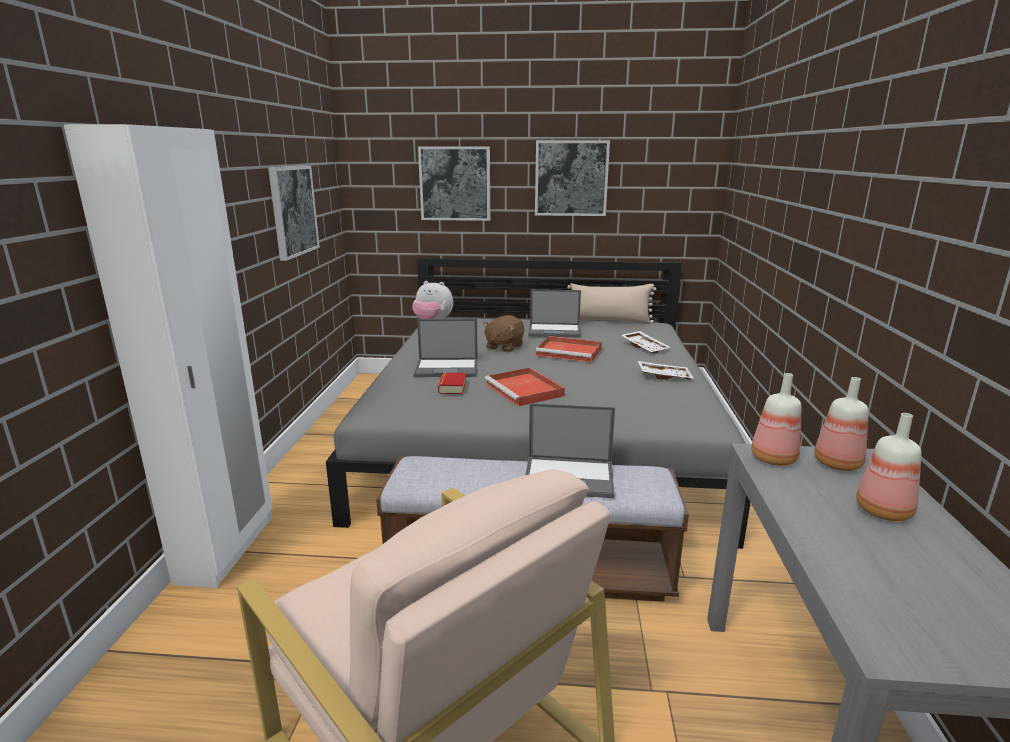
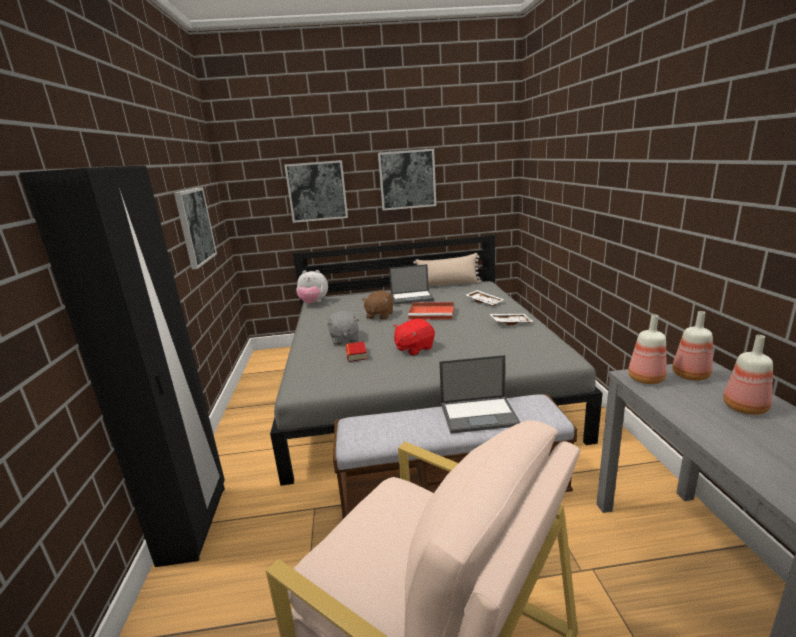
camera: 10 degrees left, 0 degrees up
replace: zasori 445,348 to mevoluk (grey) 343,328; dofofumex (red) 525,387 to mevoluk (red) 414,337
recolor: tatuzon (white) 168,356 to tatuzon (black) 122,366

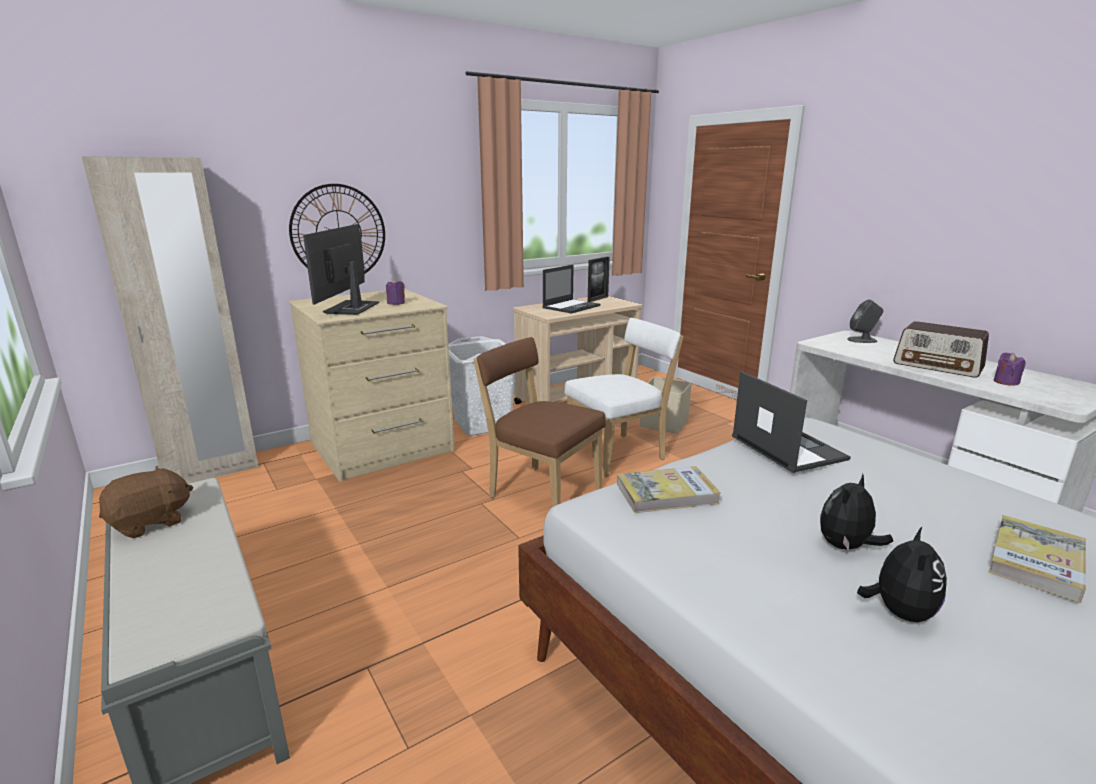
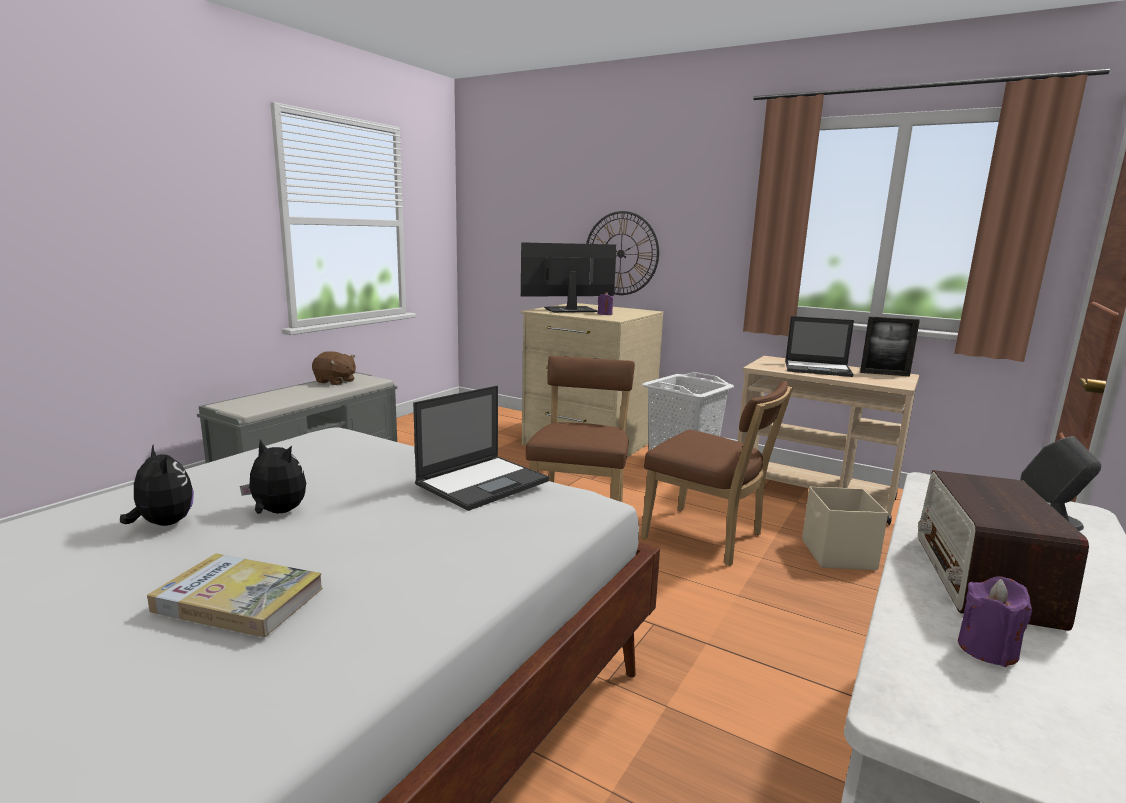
camera: 65 degrees right, 5 degrees down
delete: tatuzon (beige) 170,320; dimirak 669,489
recolor: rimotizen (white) 623,398 to rimotizen (brown) 717,473
rotate: mevoluk 902,574 = 157,485 135 degrees counterclockwise

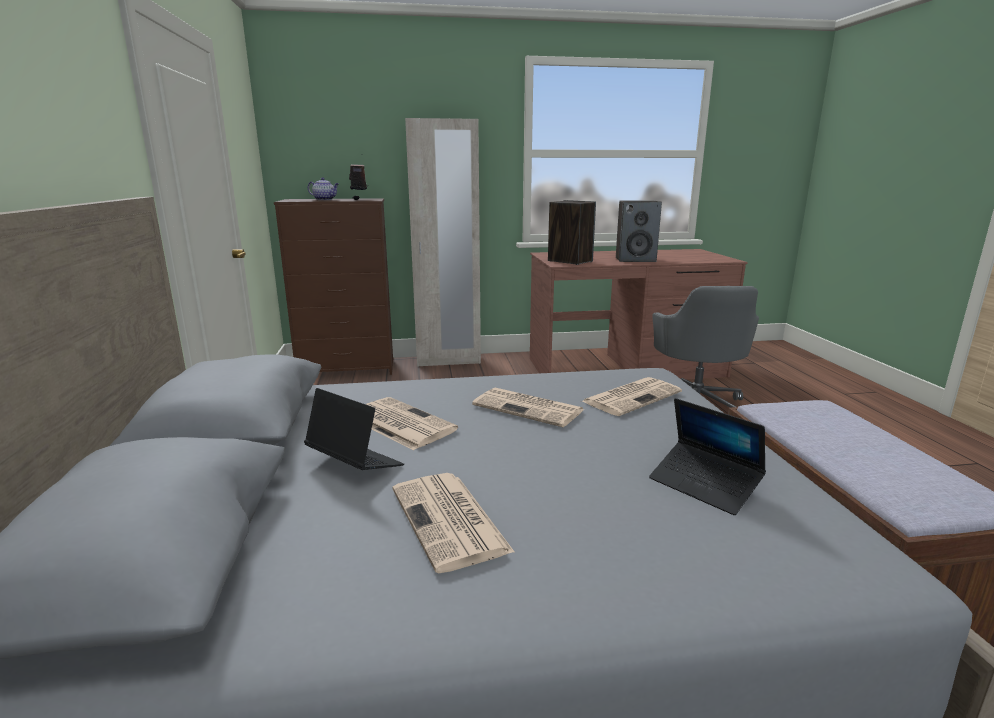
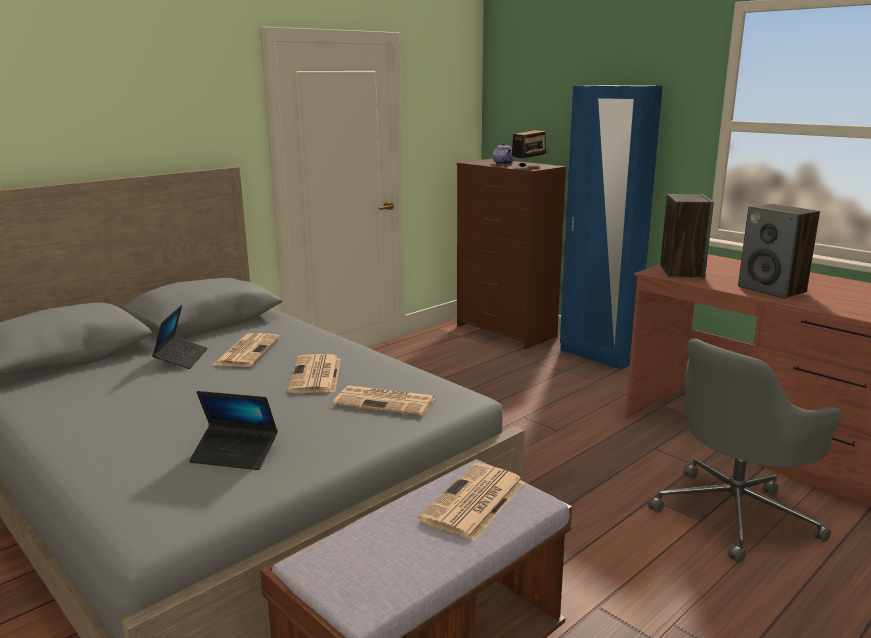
camera: 55 degrees right, 0 degrees up
move: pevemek 453,523 to 471,502
recolor: tatuzon (beige) 443,242 to tatuzon (blue) 611,227
rotate: zasori 707,456 = 233,430 90 degrees counterclockwise

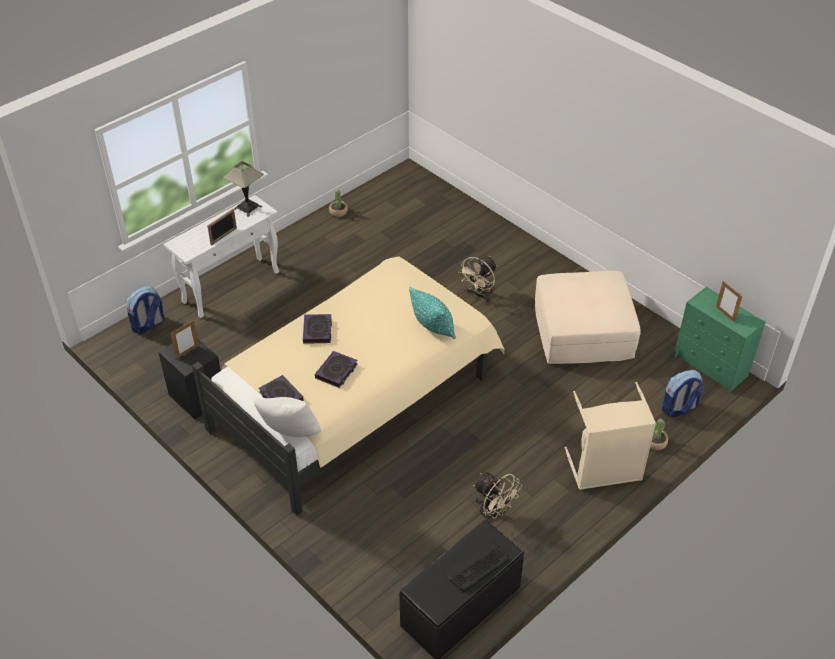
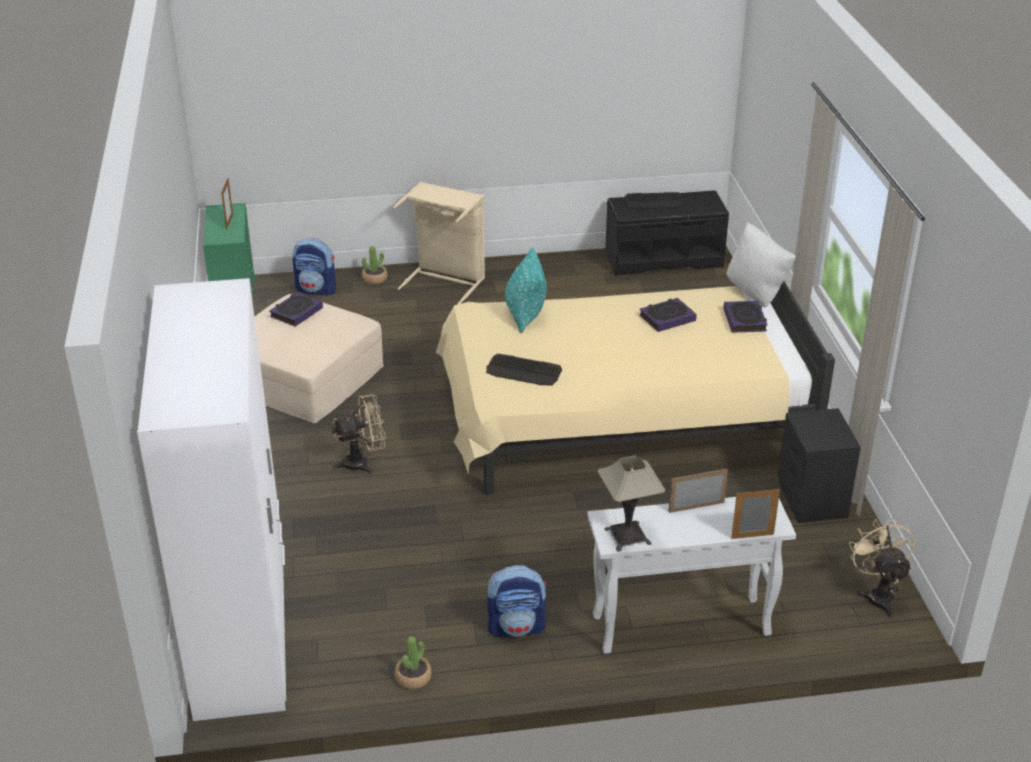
camera: 145 degrees left, 10 degrees down
insert: tatuzon (white) 211,499; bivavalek 524,369
move: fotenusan 146,310 to 517,601; dimirak 317,329 to 296,309; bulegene 185,339 to 755,514; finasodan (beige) 497,496 to 882,567

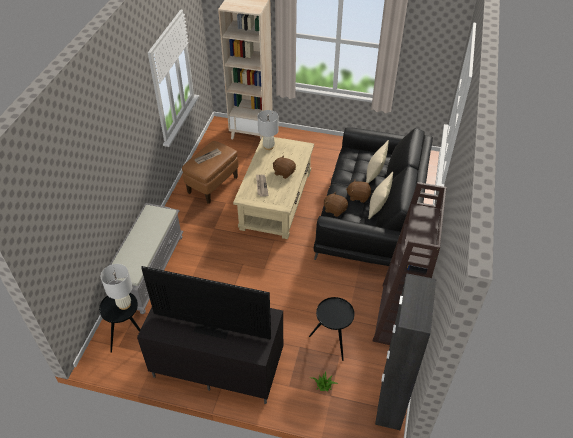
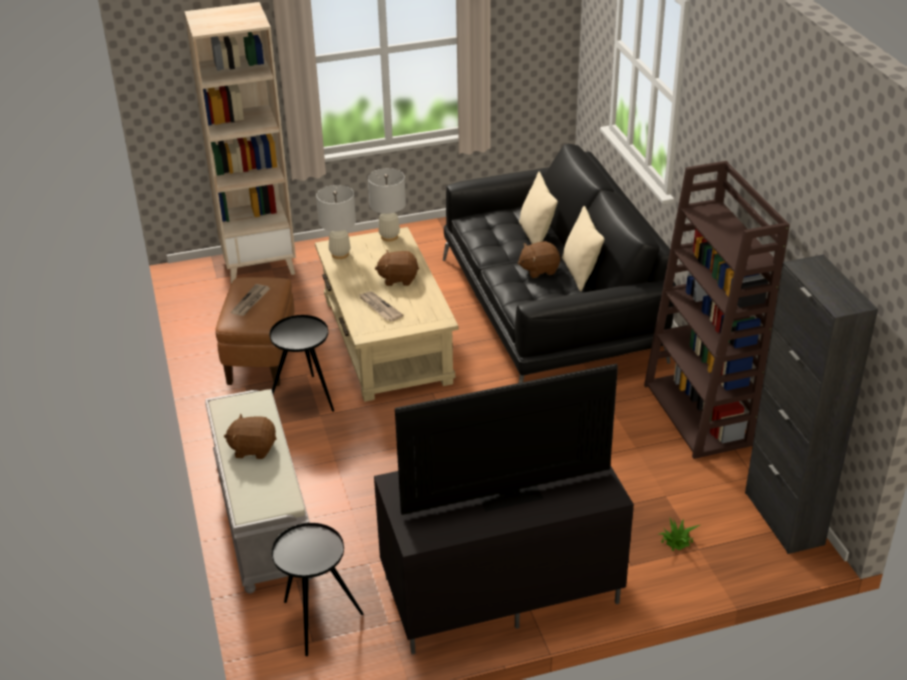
camera: 30 degrees left, 10 degrees down
move: mevoluk (brown) 336,204 to 250,436; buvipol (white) 117,287 to 387,205; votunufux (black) 332,329 to 301,363

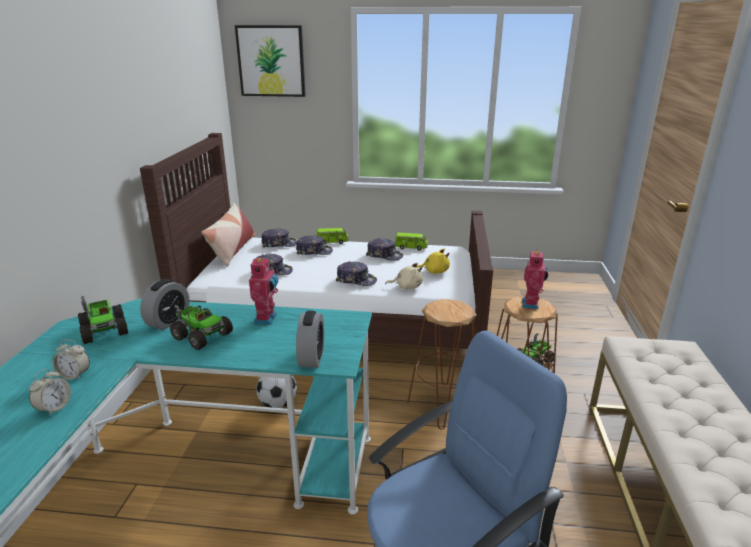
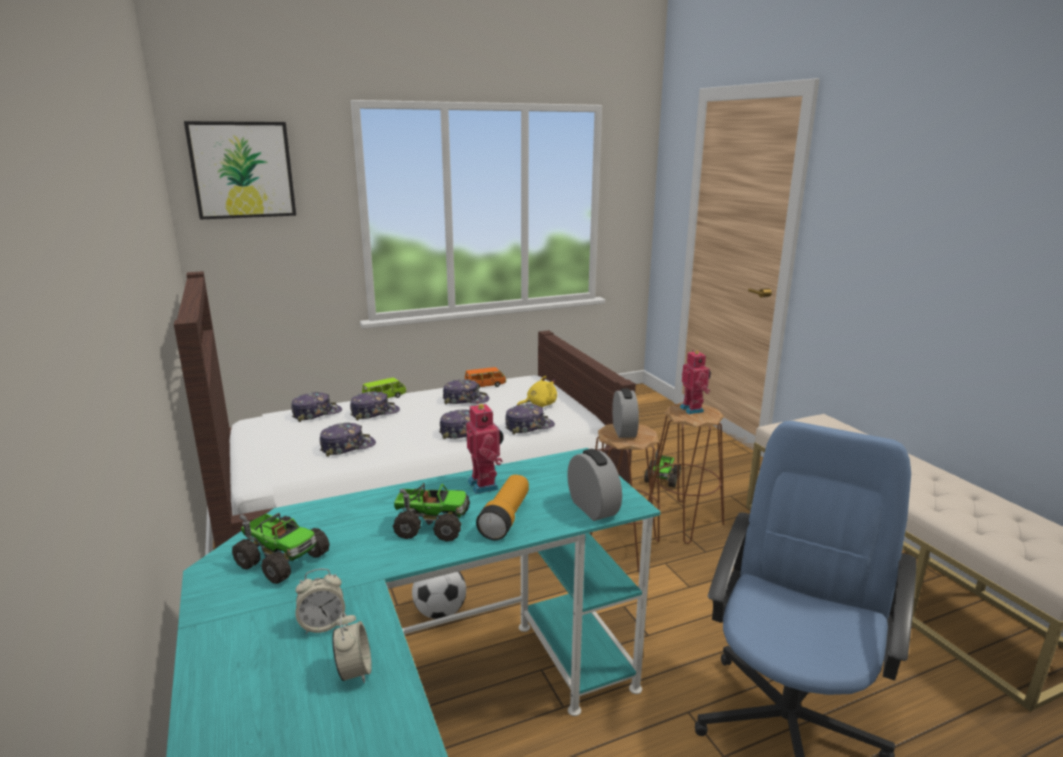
camera: 30 degrees left, 5 degrees down
delete: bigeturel 229,234
insert: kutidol 502,507
move: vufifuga 165,304 to 625,413
replace: mevoluk (beige) 404,276 to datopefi 530,419
recolor: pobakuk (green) 411,241 to pobakuk (orange) 486,378

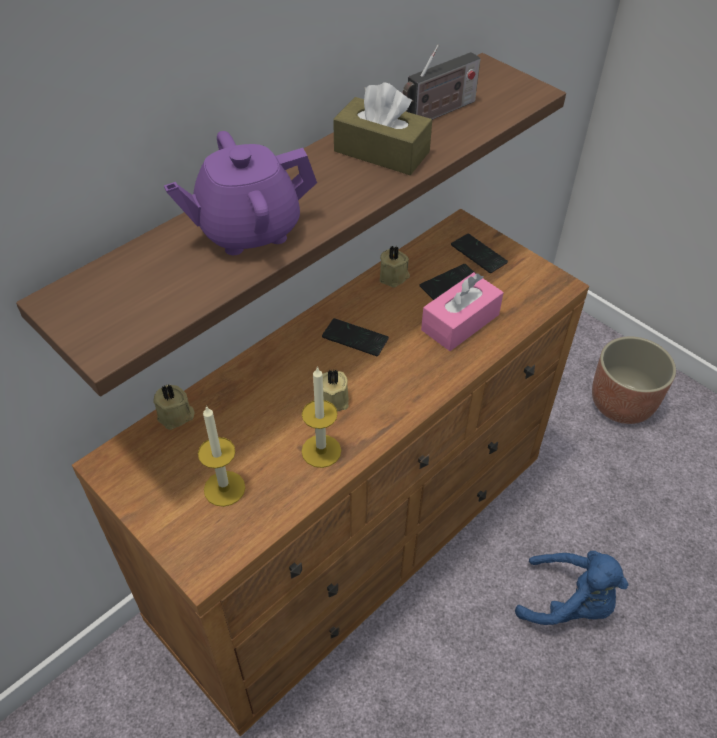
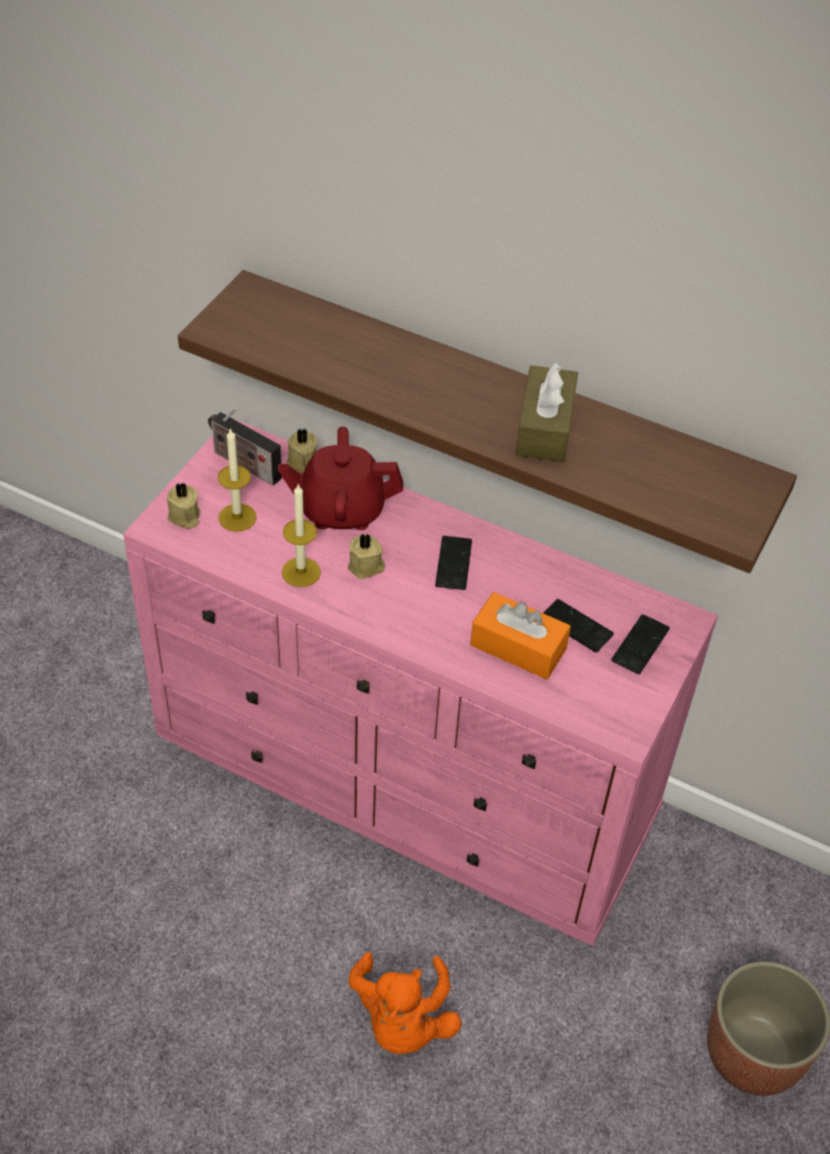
camera: 70 degrees right, 0 degrees up
delete: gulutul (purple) 240,193
insert: gulutul (red) 341,478
move: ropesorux 442,82 to 245,447; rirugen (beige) 395,267 to 184,505
recolor: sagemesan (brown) 330,473 to sagemesan (pink) 420,682; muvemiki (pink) 462,311 to muvemiki (orange) 520,636; mevoluk (blue) 572,588 to mevoluk (orange) 405,1003

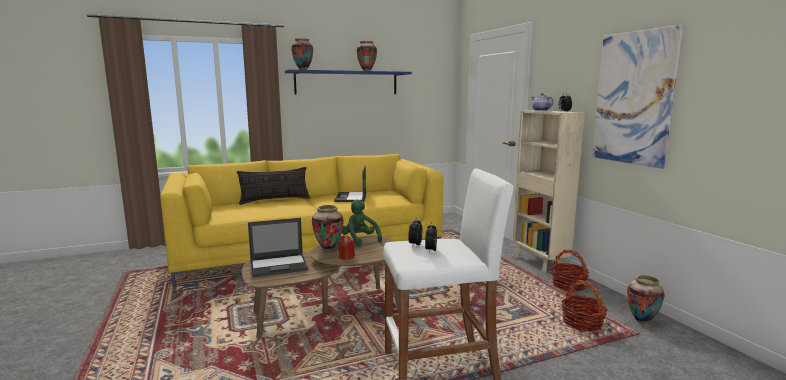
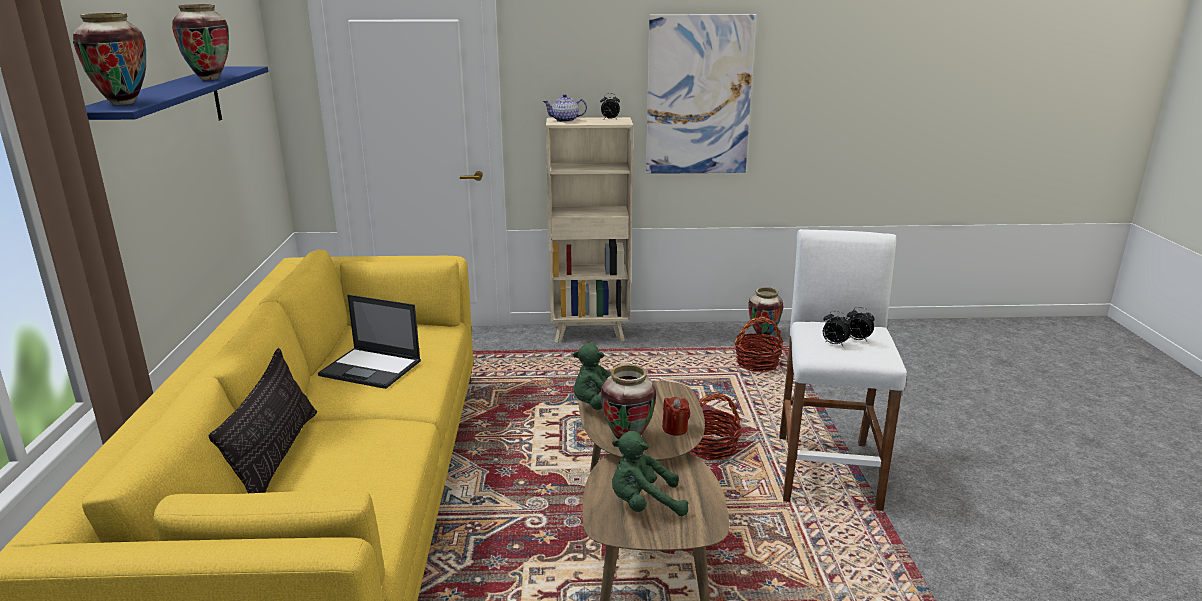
camera: 70 degrees left, 10 degrees up
move: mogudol 570,271 to 716,427
replace: zasori 278,247 to mevoluk (green) 650,473

